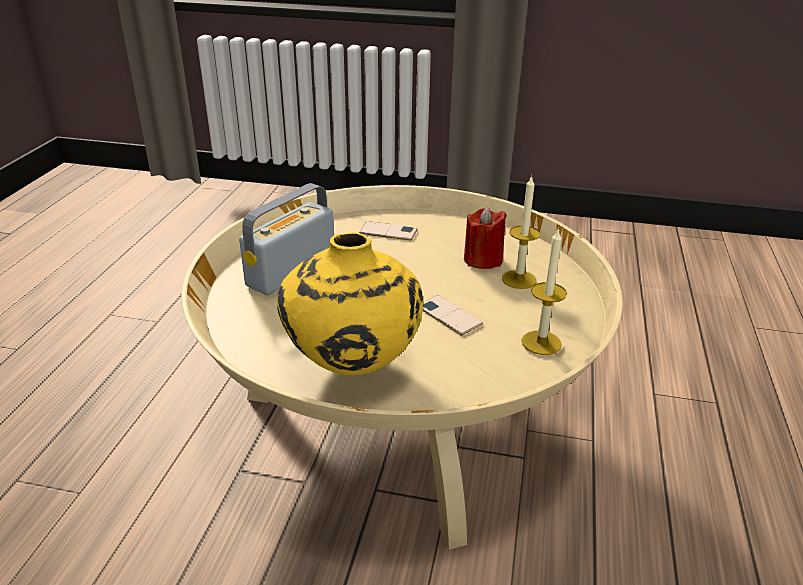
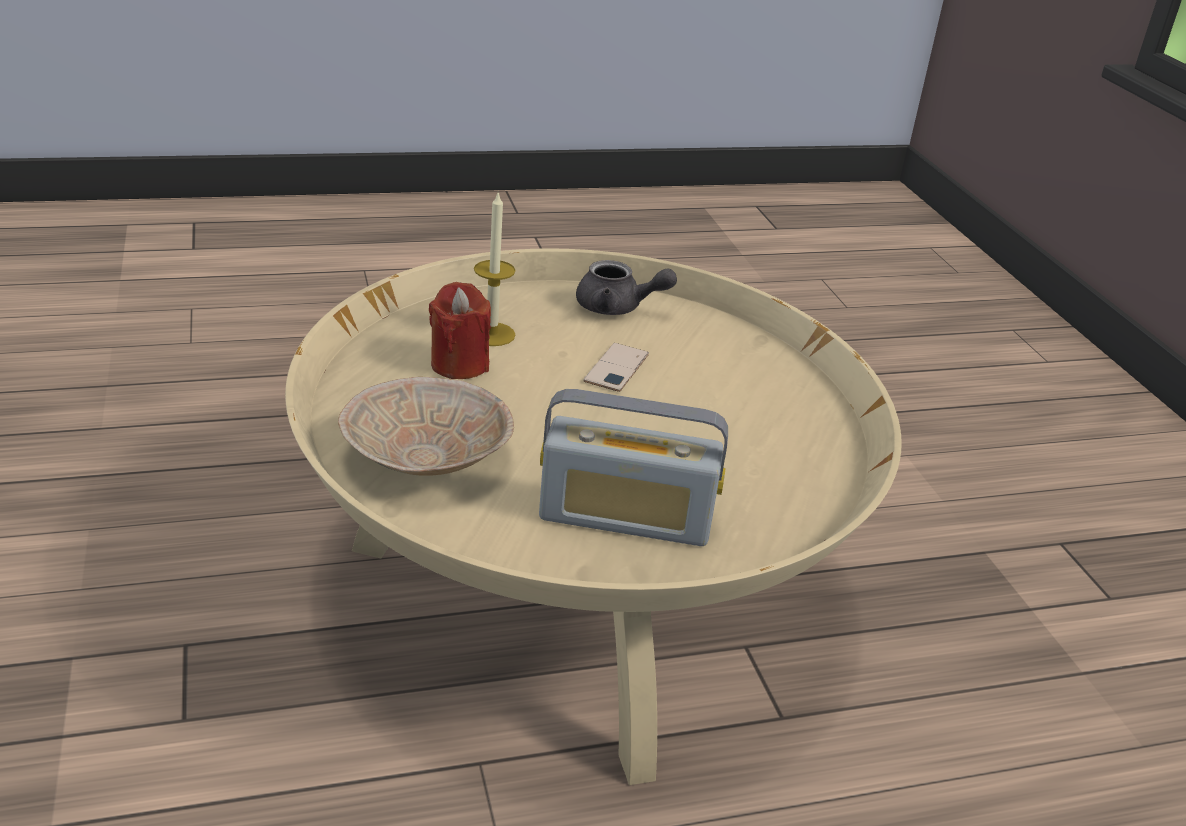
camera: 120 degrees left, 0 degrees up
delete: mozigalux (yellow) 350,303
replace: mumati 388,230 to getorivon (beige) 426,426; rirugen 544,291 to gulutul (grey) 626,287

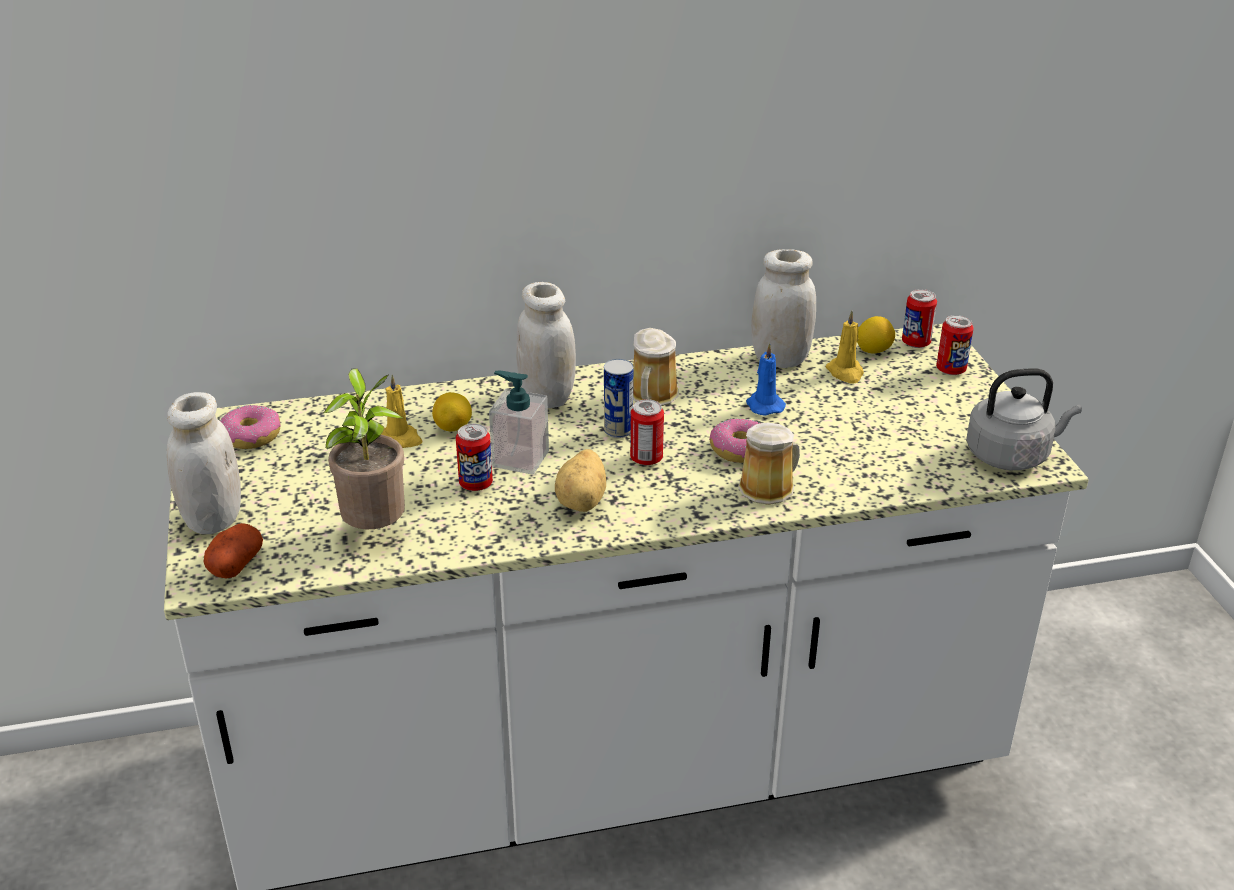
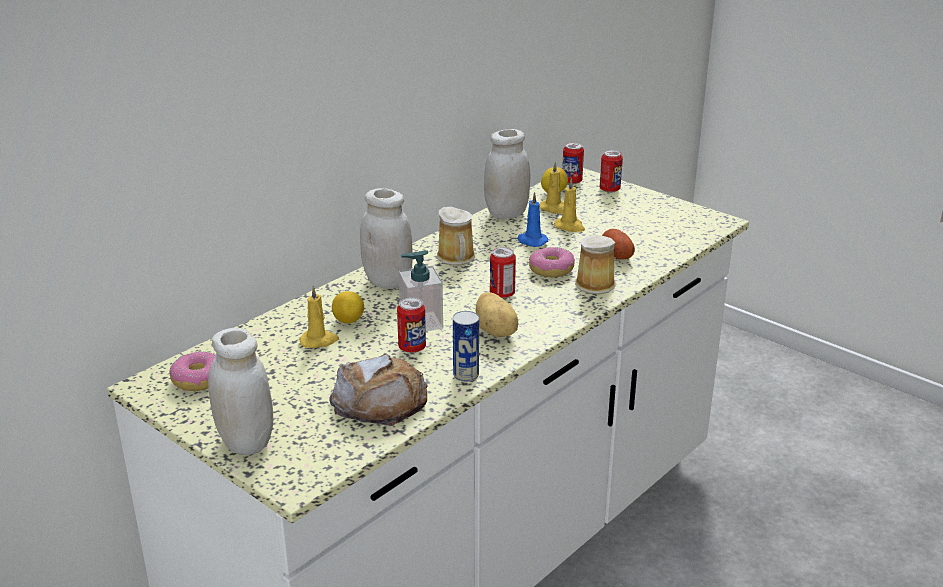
camera: 35 degrees left, 5 degrees down
delete: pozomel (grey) 1024,419
insert: rirugen (yellow) 569,205
move: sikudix 618,398 to 466,346; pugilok 233,551 to 618,244
replace: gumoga 364,448 to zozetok 378,390

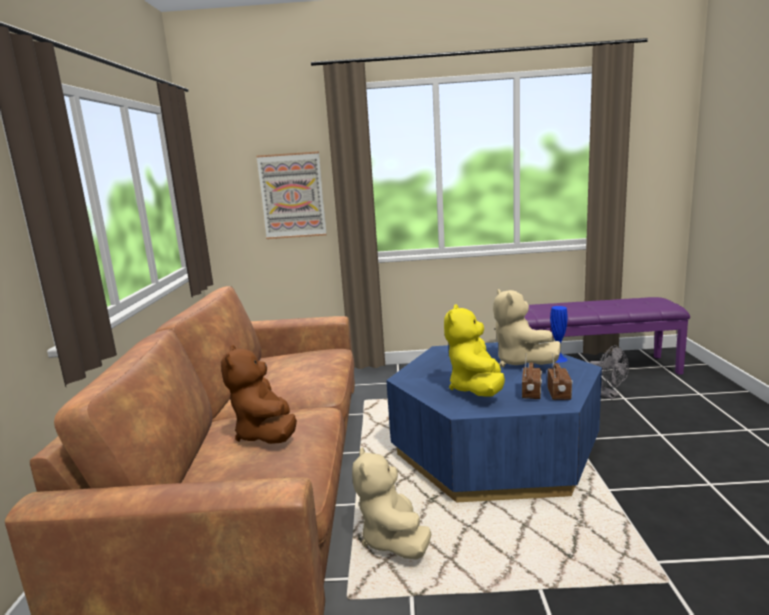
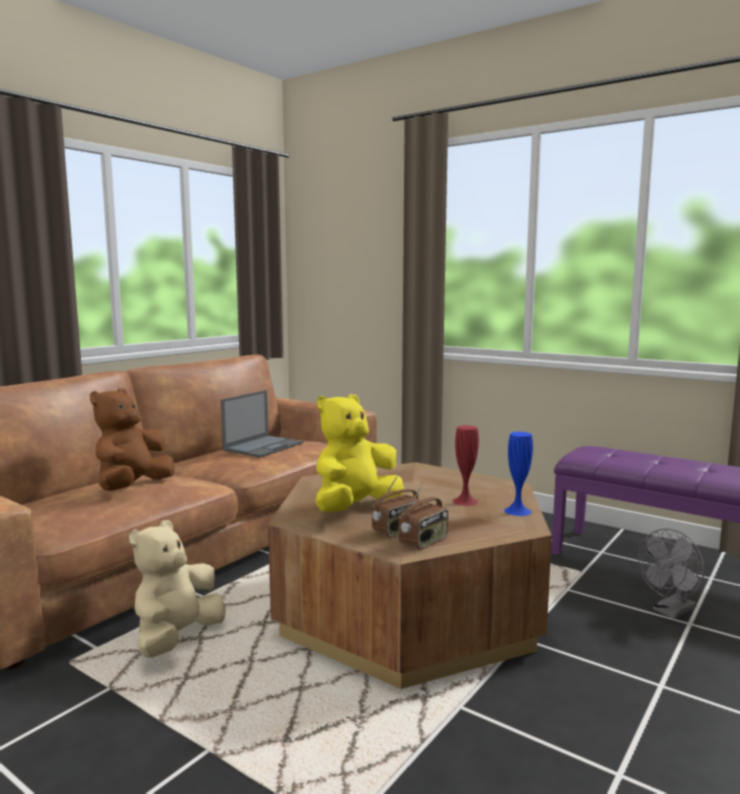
camera: 35 degrees right, 5 degrees down
delete: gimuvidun 291,195
insert: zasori 262,424
replace: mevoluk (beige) 527,328 to mozigalux (red) 466,465
recolor: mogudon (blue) 494,422 to mogudon (brown) 410,575
rotate: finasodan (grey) 609,372 = 671,574 60 degrees clockwise

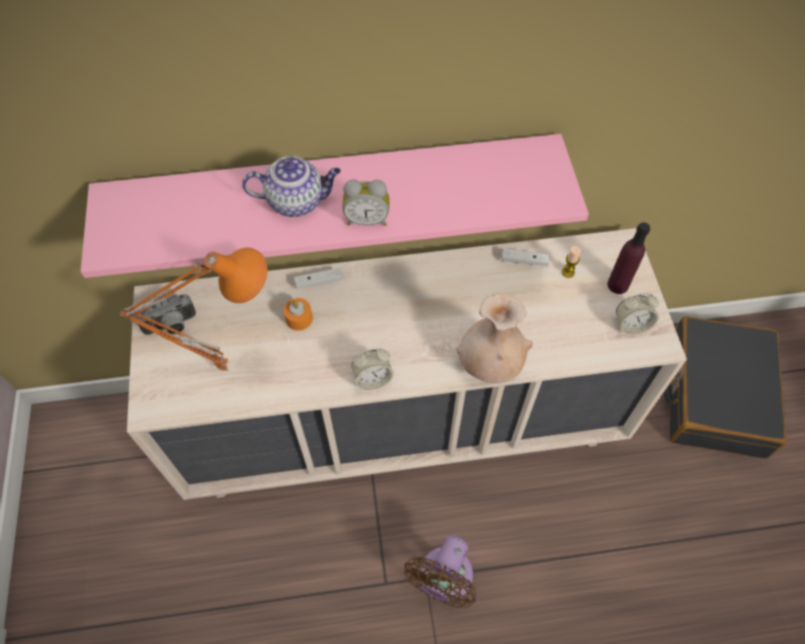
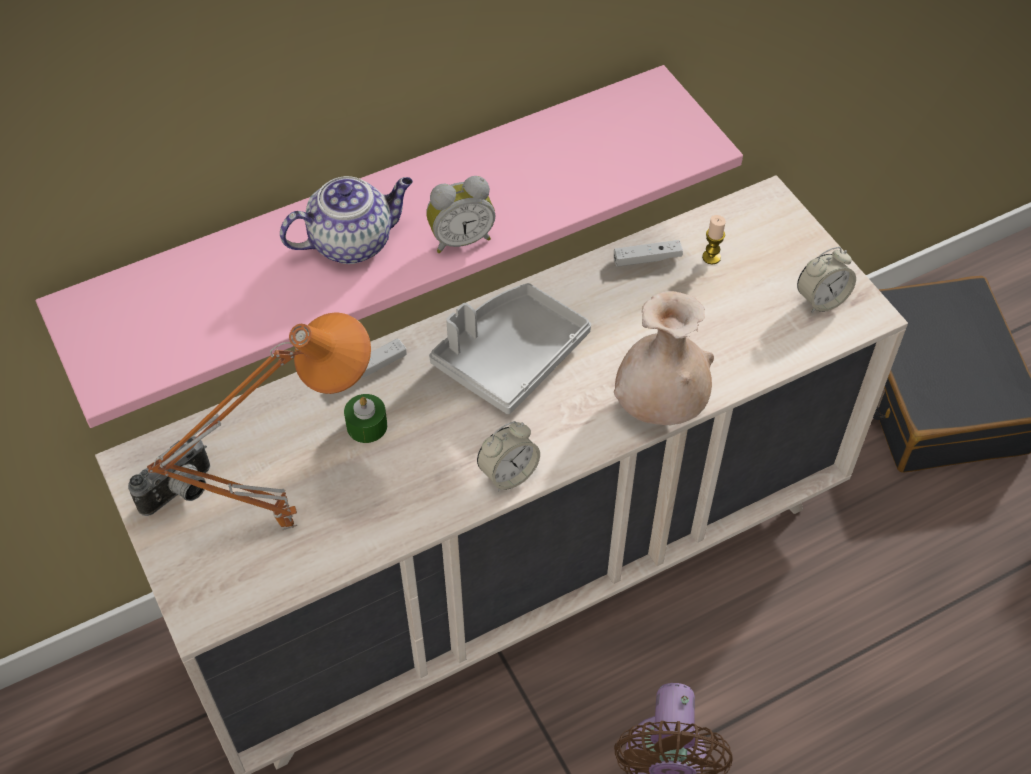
camera: 20 degrees left, 5 degrees down
delete: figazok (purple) 628,258
insert: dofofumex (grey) 510,348
recolor: rirugen (orange) 298,314 to rirugen (green) 365,418

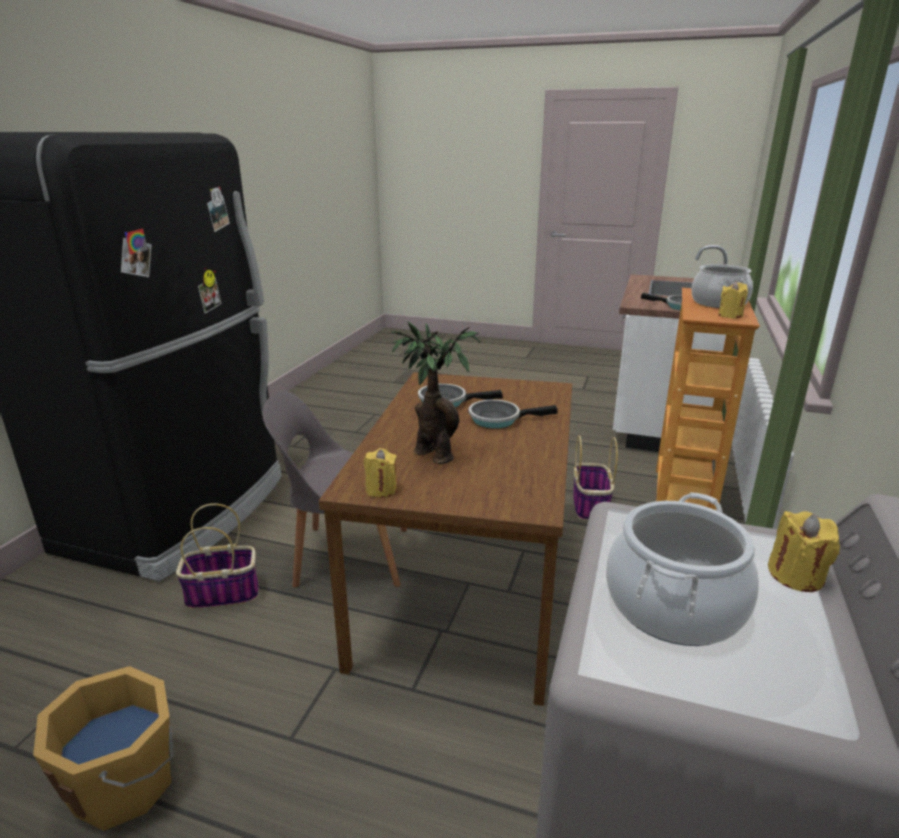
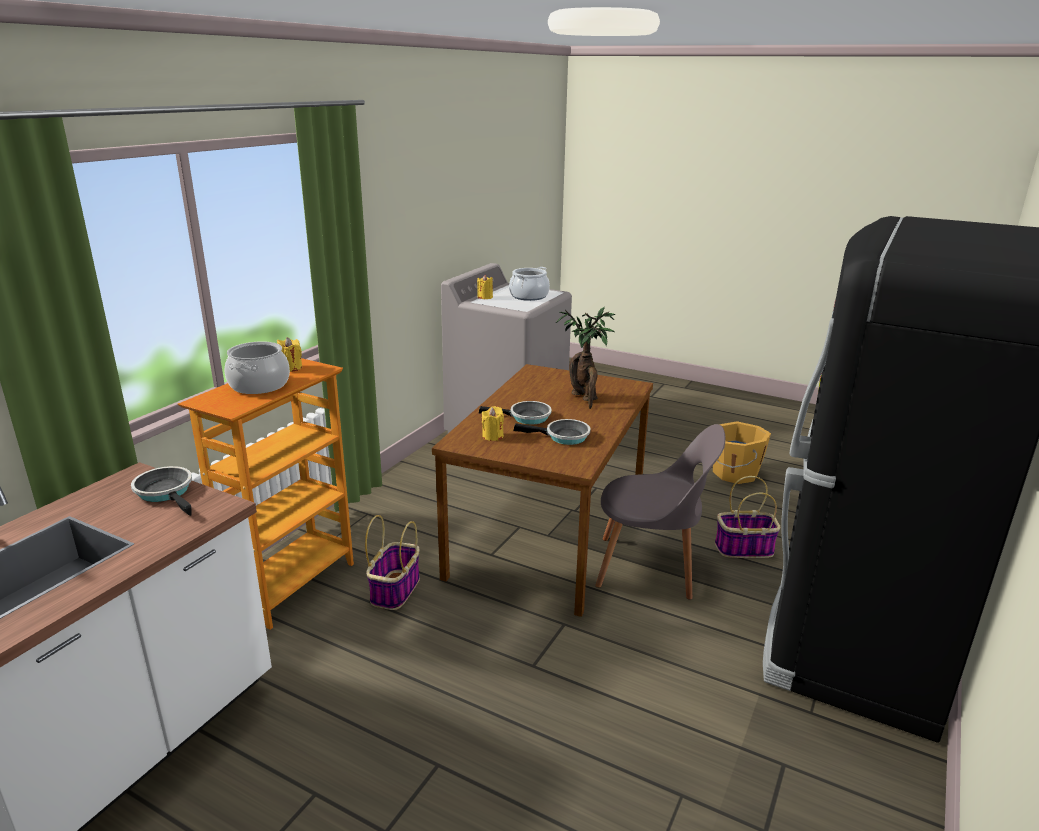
camera: 170 degrees left, 0 degrees up
move: rirugen (yellow) 380,473 to 493,423

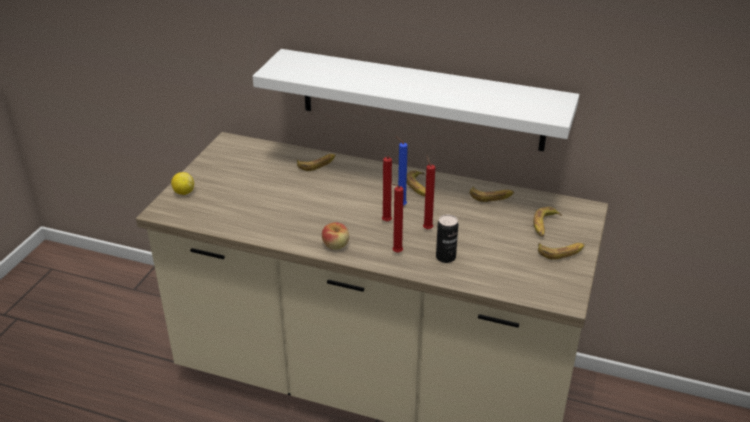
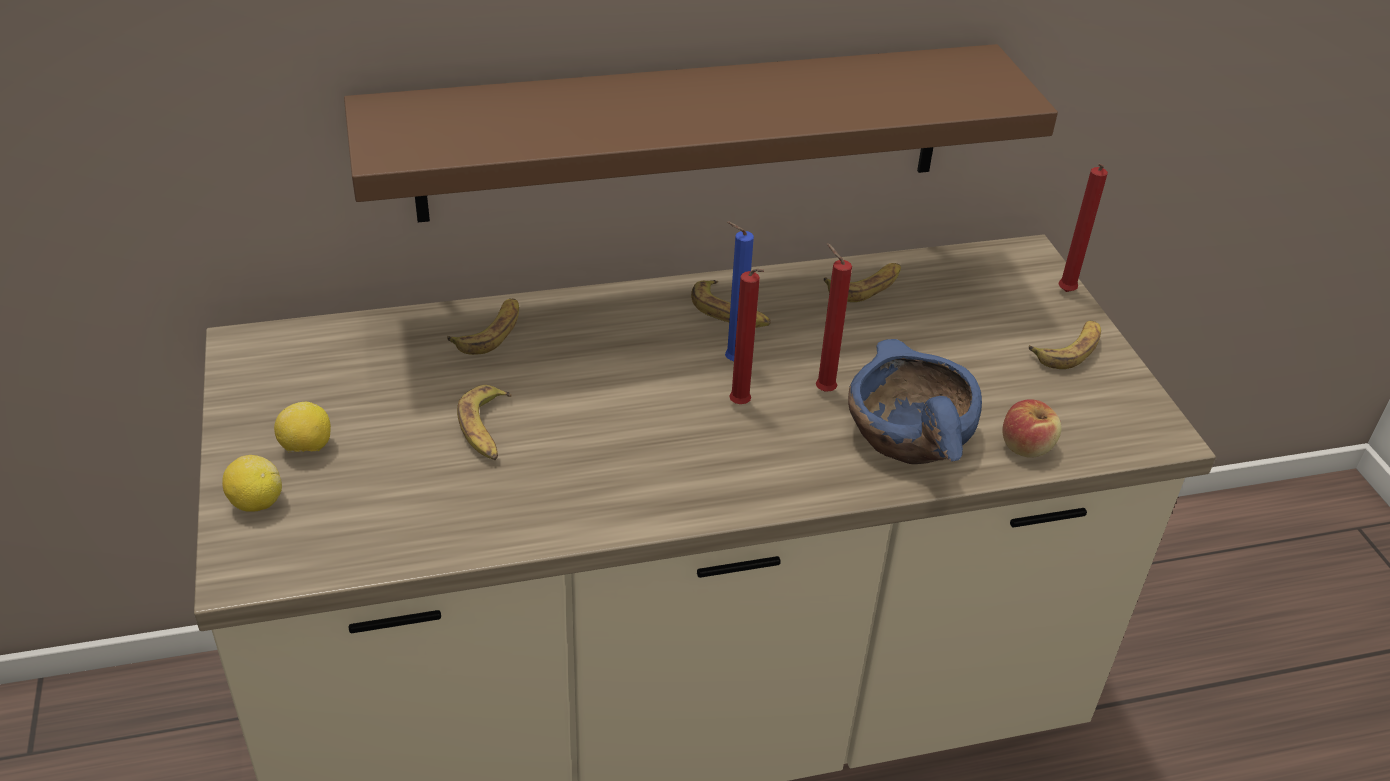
camera: 35 degrees left, 5 degrees up
insert: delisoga 302,427
move: rirugen (red) 397,218 to 1083,228; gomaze 547,222 to 484,422; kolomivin 335,236 to 1032,428
replace: sikudix 447,239 to getorivon (blue) 915,401
recolor: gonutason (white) 416,100 to gonutason (brown) 701,133

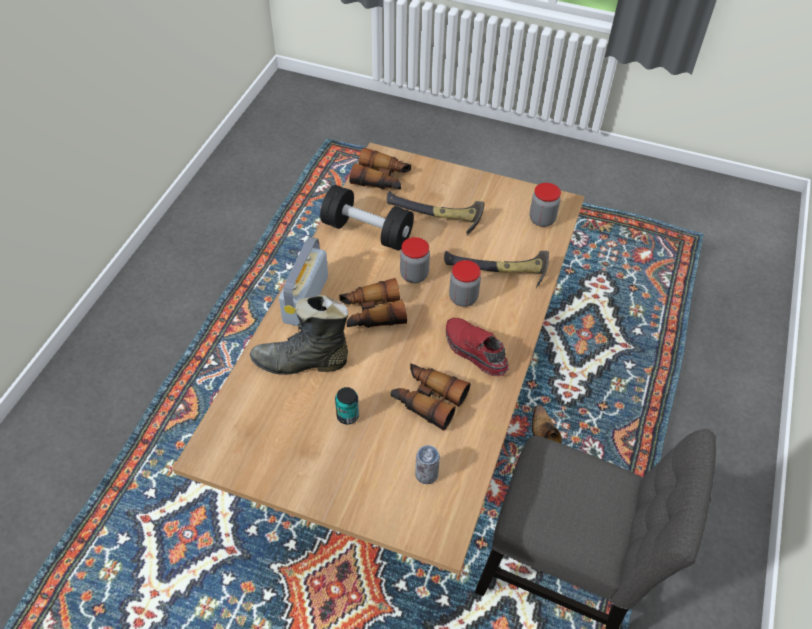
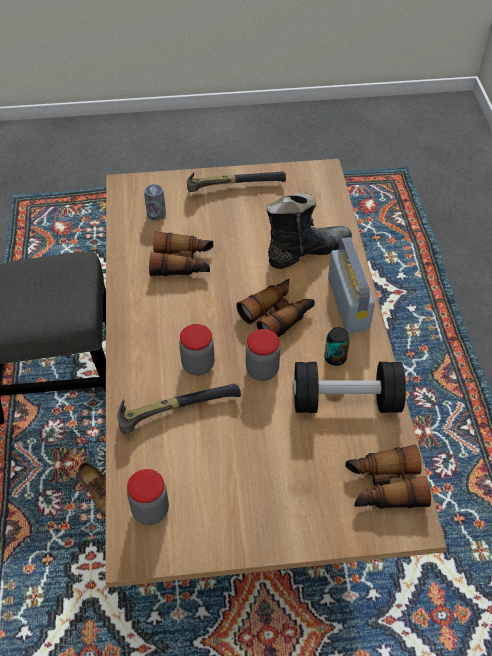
camera: 155 degrees right, 0 degrees up
delete: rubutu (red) 477,347
move: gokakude 436,213 to 236,182; sikudix 347,406 to 337,346

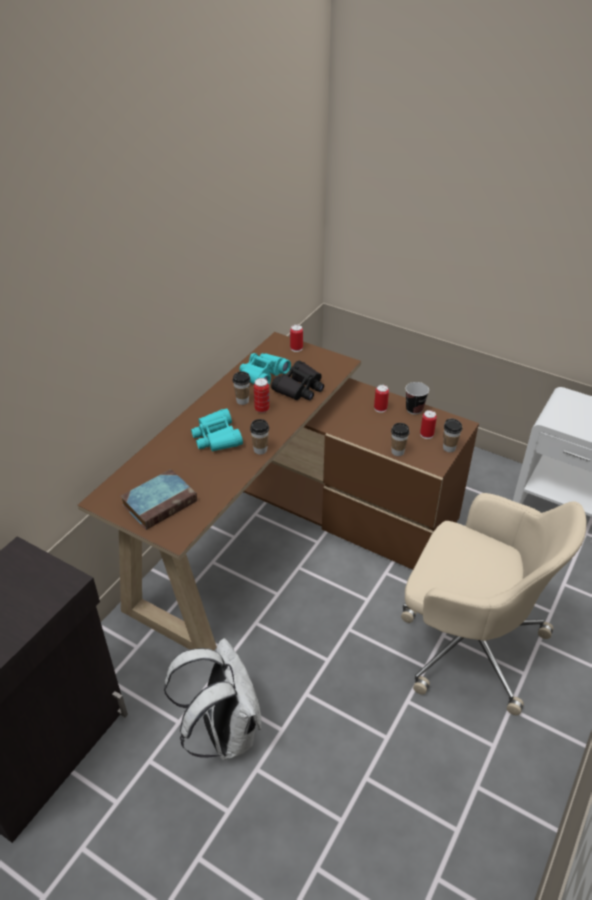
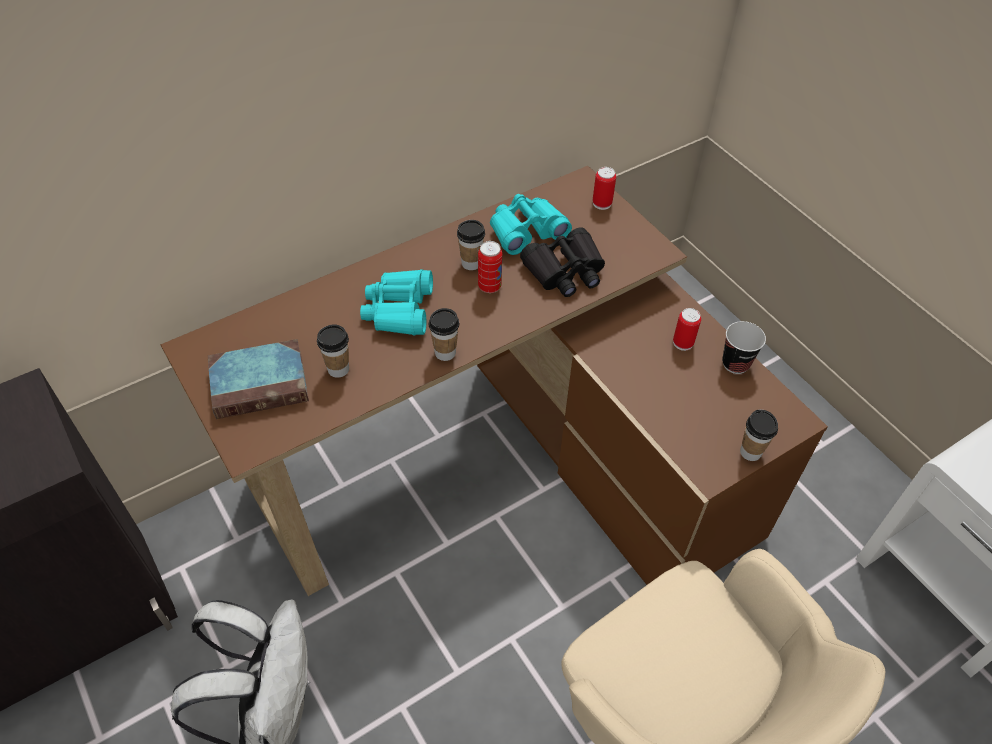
camera: 25 degrees right, 10 degrees up
delete: sikudix 428,424
move: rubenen 400,439 to 333,351

